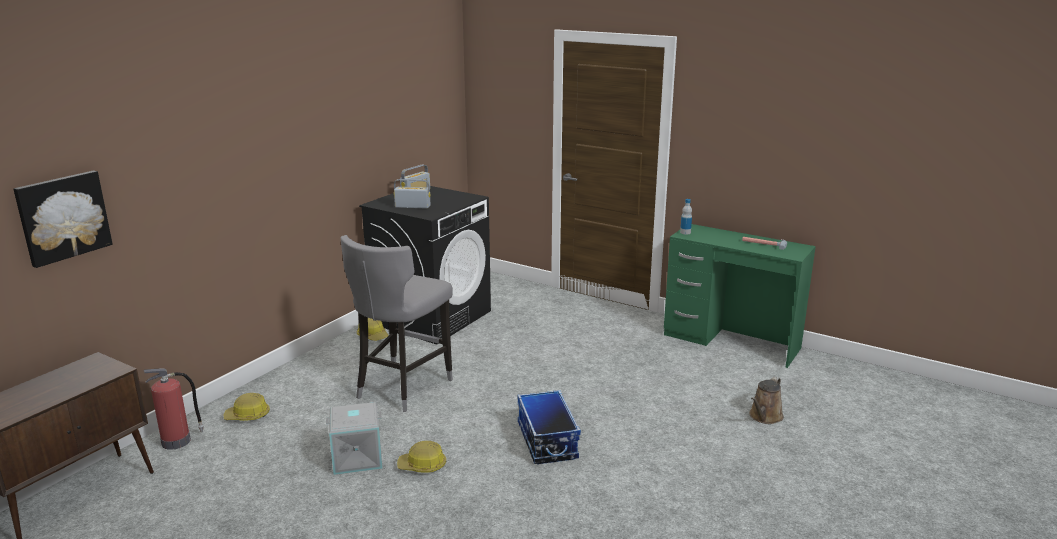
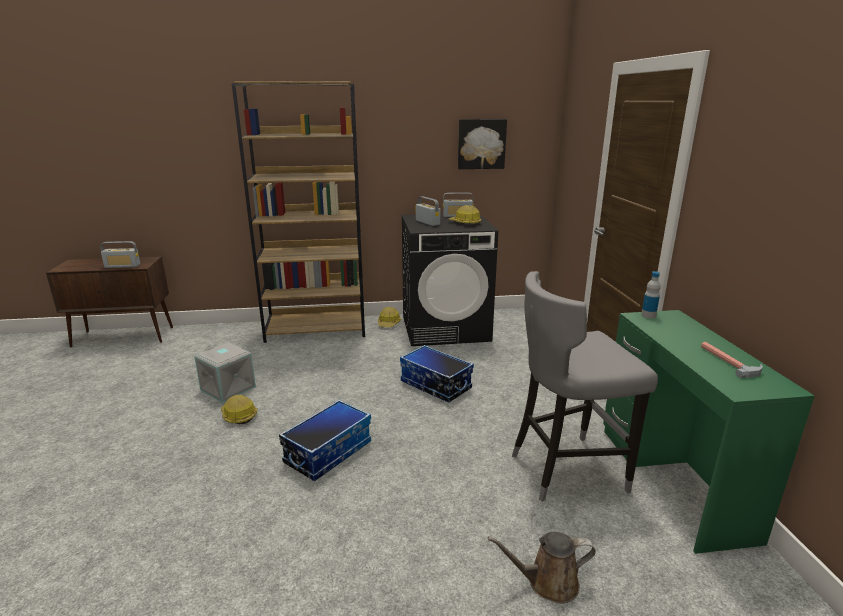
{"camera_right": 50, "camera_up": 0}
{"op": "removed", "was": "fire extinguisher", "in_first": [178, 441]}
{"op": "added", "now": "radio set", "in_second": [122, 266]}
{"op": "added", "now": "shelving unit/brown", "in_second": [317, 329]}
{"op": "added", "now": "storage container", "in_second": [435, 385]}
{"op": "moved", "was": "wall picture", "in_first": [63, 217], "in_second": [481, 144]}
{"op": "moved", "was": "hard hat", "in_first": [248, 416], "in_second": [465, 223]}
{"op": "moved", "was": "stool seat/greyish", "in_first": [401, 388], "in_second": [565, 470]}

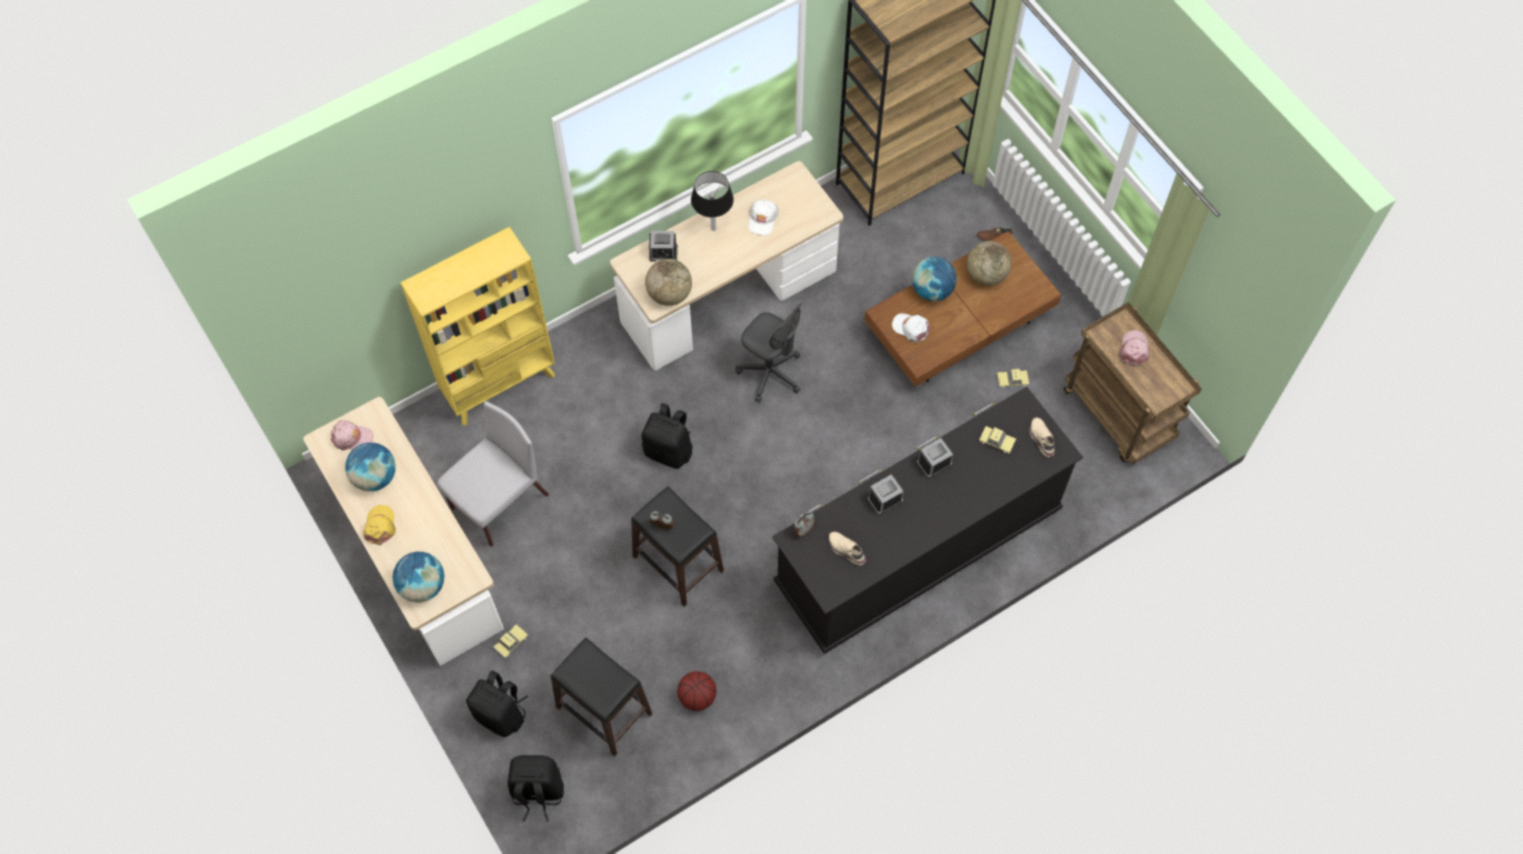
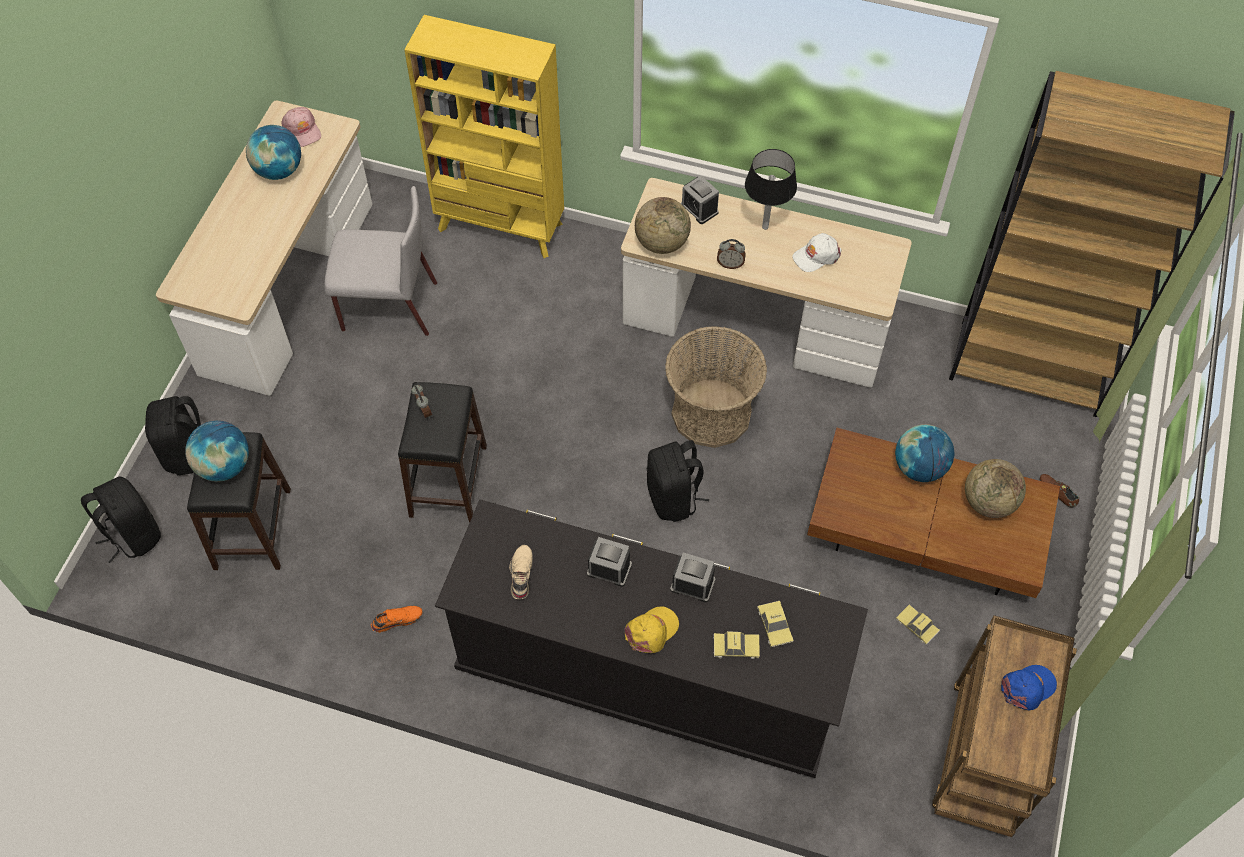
{"camera_right": 50, "camera_up": -5}
{"op": "removed", "was": "basketball ball", "in_first": [697, 696]}
{"op": "removed", "was": "baseball cap/whitish", "in_first": [911, 328]}
{"op": "removed", "was": "low shoe/beige-coloured", "in_first": [1041, 439]}
{"op": "added", "now": "low shoe/orangey", "in_second": [397, 619]}
{"op": "moved", "was": "baseball cap/yellow", "in_first": [380, 526], "in_second": [651, 631]}
{"op": "moved", "was": "desk globe", "in_first": [423, 586], "in_second": [224, 466]}
{"op": "moved", "was": "toy car", "in_first": [511, 642], "in_second": [736, 647]}
{"op": "moved", "was": "backpack/black-coloured", "in_first": [669, 450], "in_second": [673, 498]}
{"op": "moved", "was": "alarm clock", "in_first": [803, 529], "in_second": [730, 264]}
{"op": "replaced", "was": "computer chair/greyish", "now": "household basket", "in_first": [770, 373], "in_second": [711, 413]}
{"op": "recoloured", "was": "baseball cap/pinkish", "now": "baseball cap/blue-coloured", "in_first": [1134, 349], "in_second": [1027, 688]}

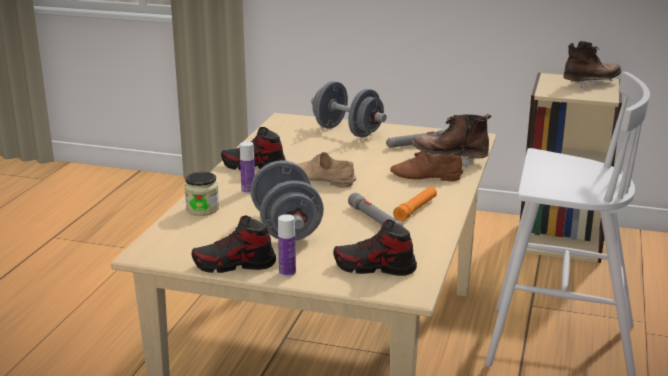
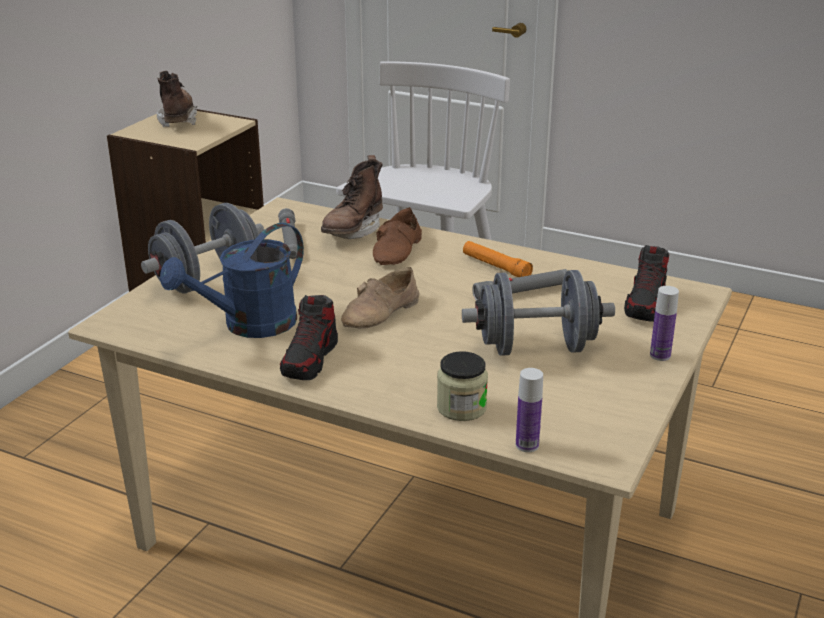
{"camera_right": -80, "camera_up": 5}
{"op": "removed", "was": "low shoe", "in_first": [234, 265]}
{"op": "added", "now": "watering pot/blue-coloured", "in_second": [249, 326]}
{"op": "moved", "was": "drink bottle", "in_first": [248, 191], "in_second": [527, 445]}

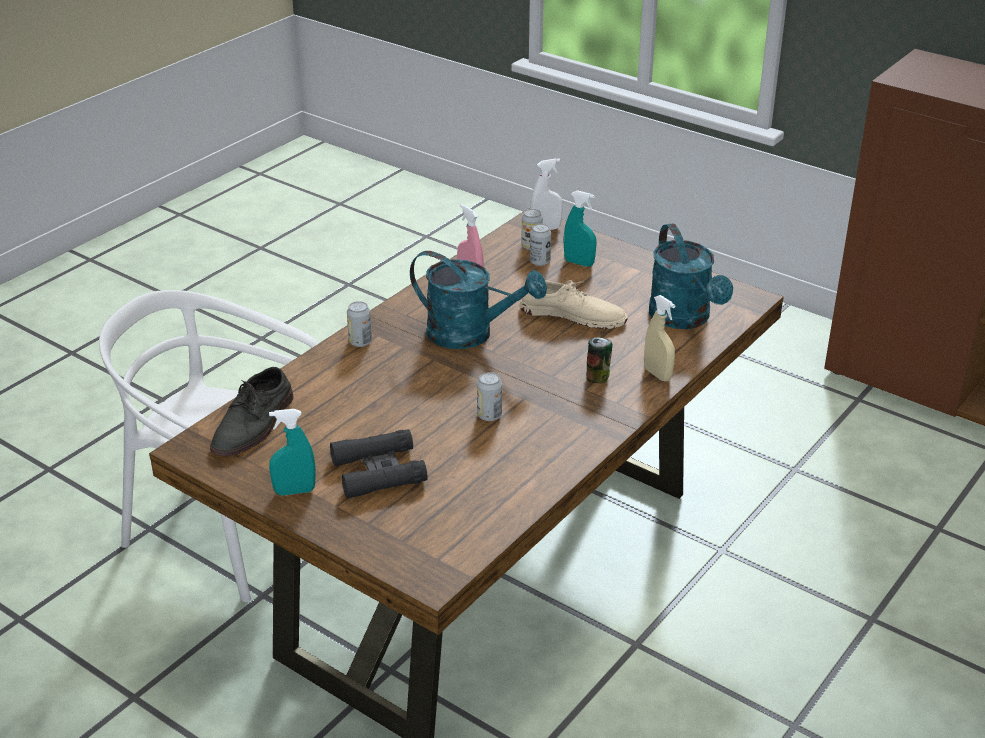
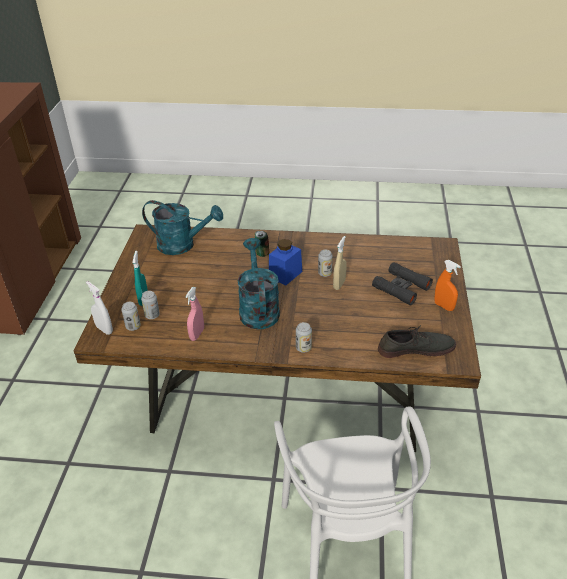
{"camera_right": -120, "camera_up": 5}
{"op": "removed", "was": "low shoe/beige-coloured", "in_first": [573, 314]}
{"op": "added", "now": "jar/blue-coloured", "in_second": [285, 274]}
{"op": "moved", "was": "hand sprayer/beige-coloured", "in_first": [657, 374], "in_second": [339, 284]}
{"op": "recoloured", "was": "hand sprayer/blue-green", "now": "hand sprayer/orangey", "in_first": [294, 491], "in_second": [444, 306]}
{"op": "turned", "was": "watering pot/blue-green", "in_first": [685, 319], "in_second": [183, 245], "clockwise": 60}

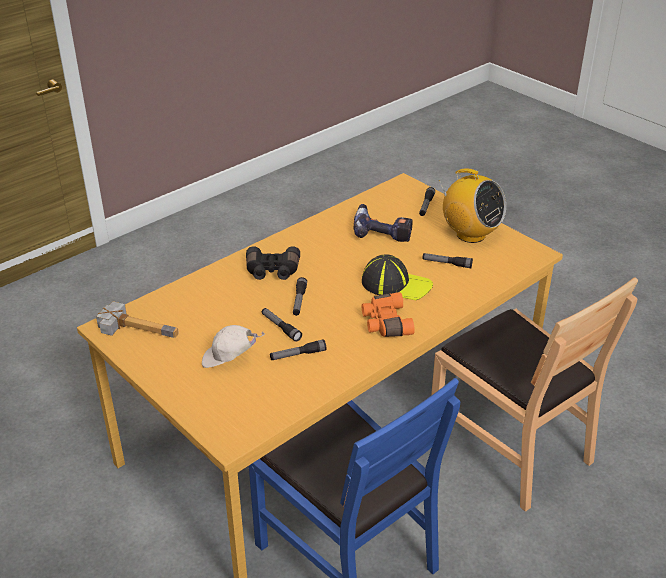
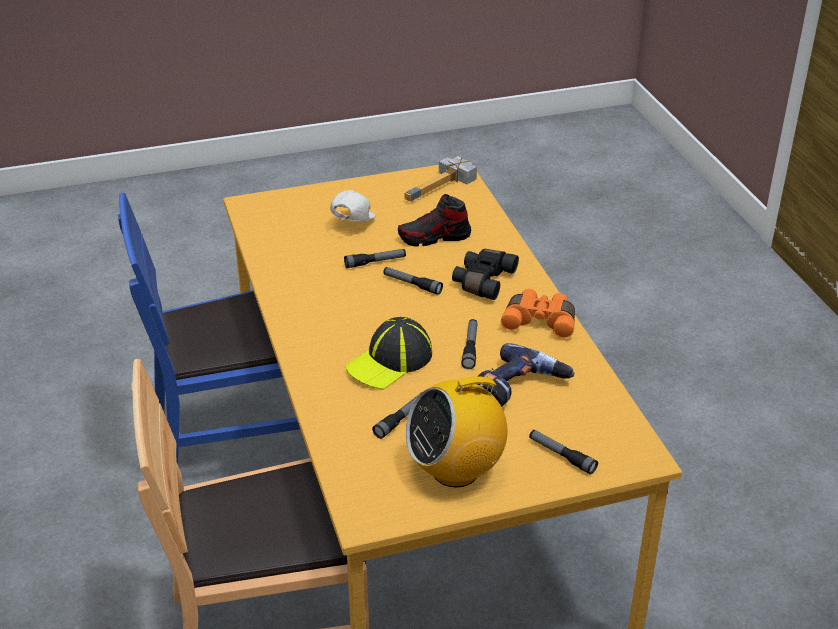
{"camera_right": 115, "camera_up": 0}
{"op": "added", "now": "low shoe", "in_second": [434, 237]}
{"op": "moved", "was": "hand torch", "in_first": [298, 355], "in_second": [470, 348]}
{"op": "moved", "was": "pair of binoculars/orangey", "in_first": [385, 323], "in_second": [540, 321]}

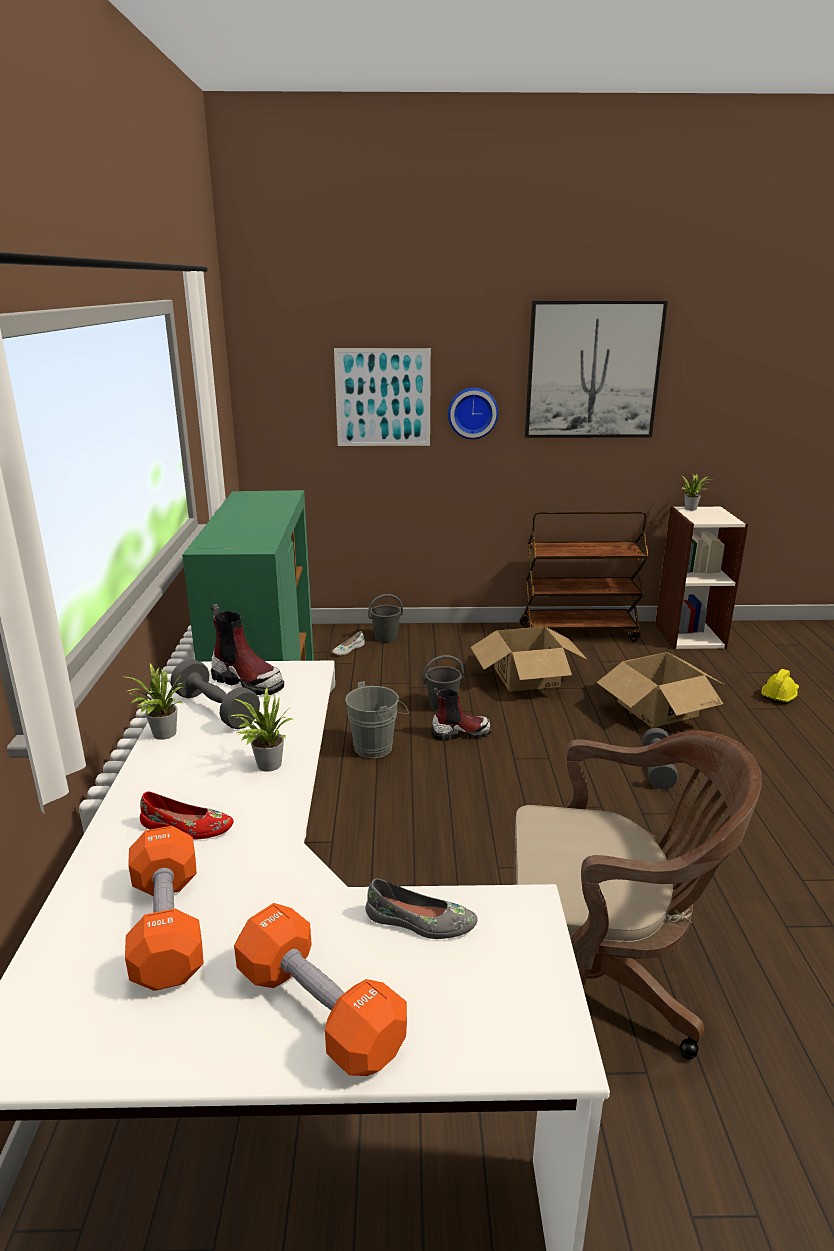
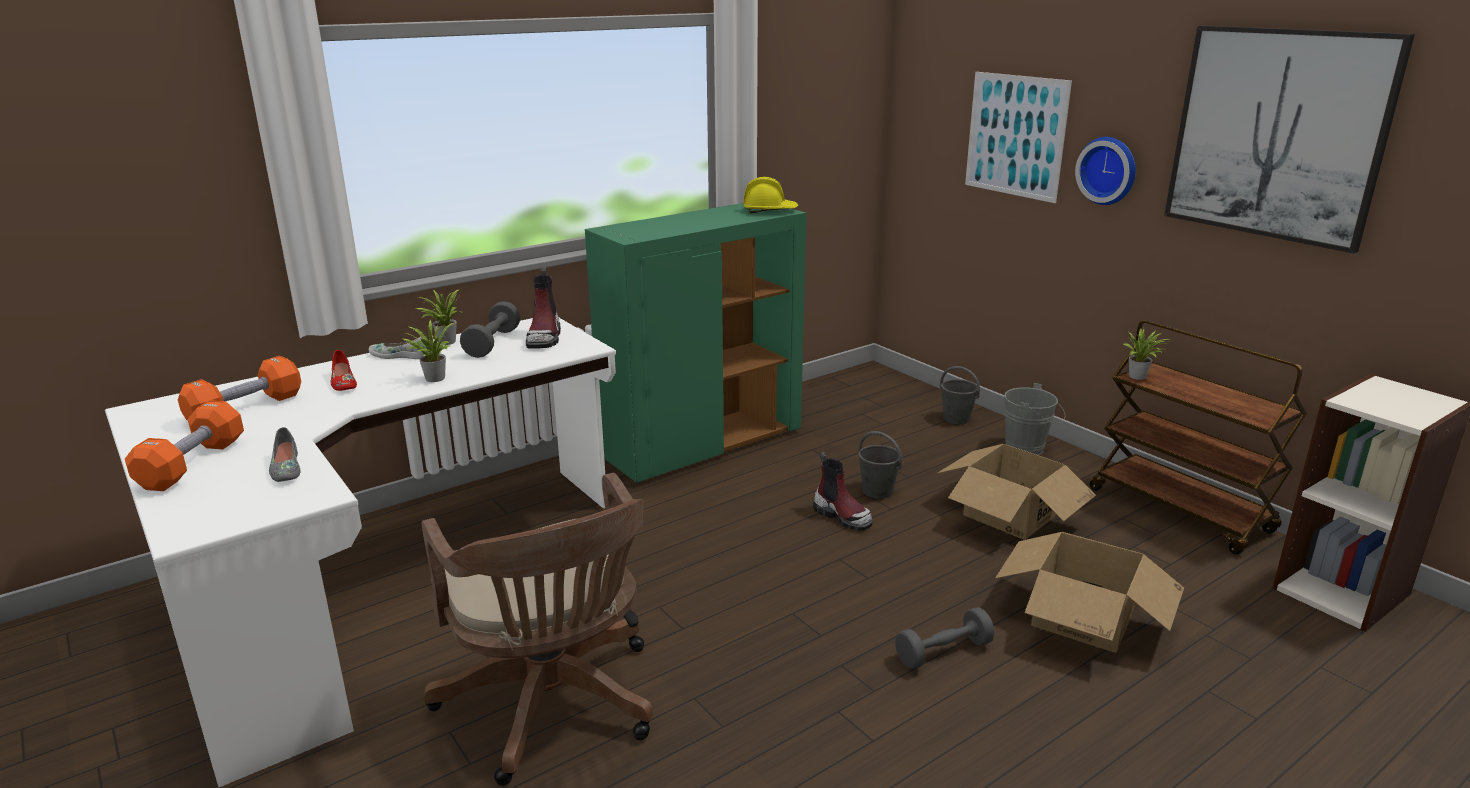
{"camera_right": 55, "camera_up": 0}
{"op": "moved", "was": "low shoe/whitish", "in_first": [348, 649], "in_second": [400, 355]}
{"op": "moved", "was": "pail/greyish", "in_first": [377, 746], "in_second": [1029, 448]}
{"op": "moved", "was": "houseplant", "in_first": [692, 508], "in_second": [1139, 377]}
{"op": "moved", "was": "hard hat/yellow", "in_first": [779, 694], "in_second": [769, 211]}

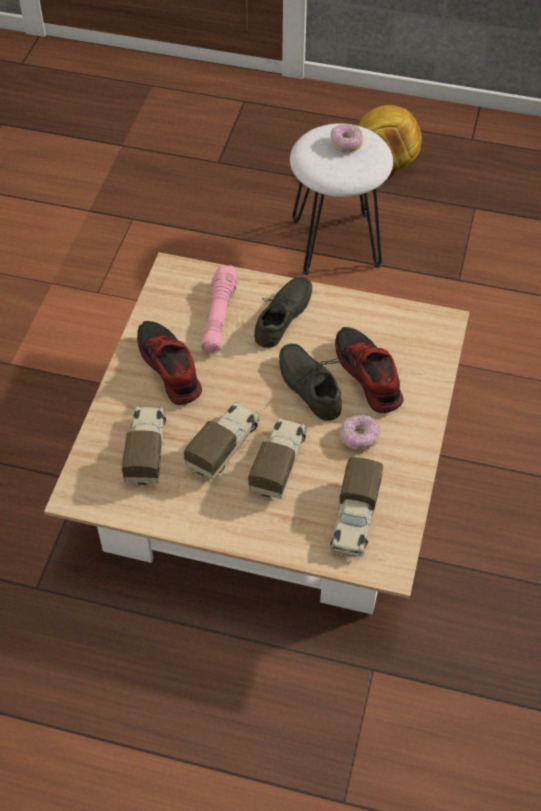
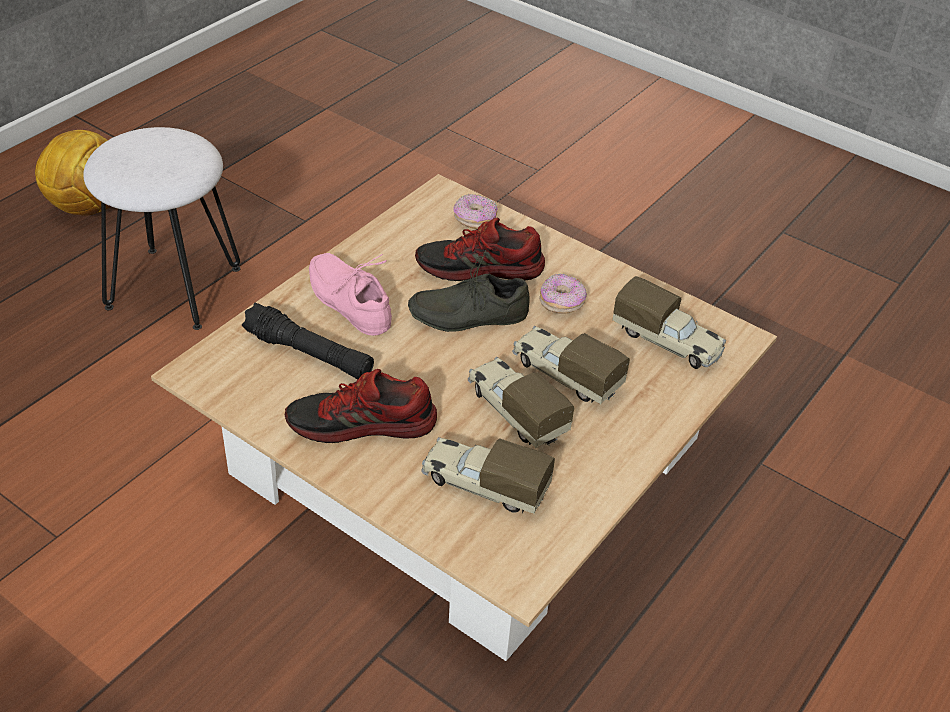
{"camera_right": -70, "camera_up": -10}
{"op": "moved", "was": "ring doughnut", "in_first": [346, 144], "in_second": [474, 220]}
{"op": "recoloured", "was": "hand torch/pinkish", "now": "hand torch/black-coloured", "in_first": [219, 317], "in_second": [309, 354]}
{"op": "recoloured", "was": "low shoe/greyish", "now": "low shoe/pinkish", "in_first": [286, 318], "in_second": [353, 300]}

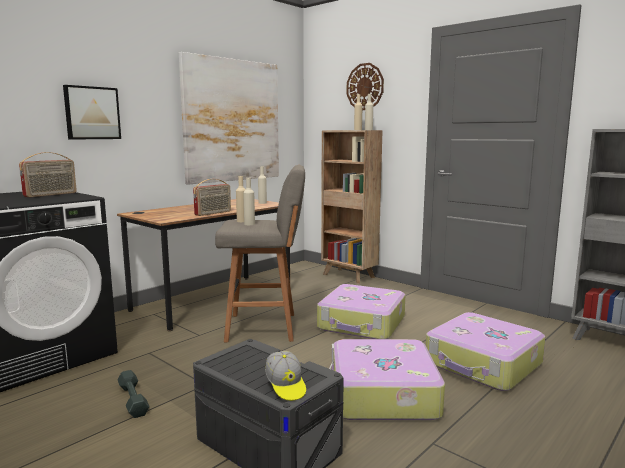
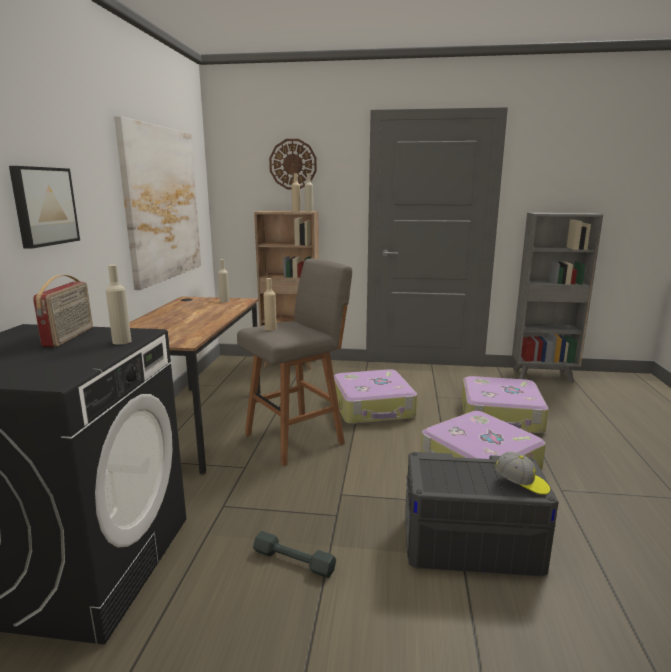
{"camera_right": -35, "camera_up": 5}
{"op": "removed", "was": "radio set", "in_first": [213, 213]}
{"op": "moved", "was": "drink bottle/beige-coloured", "in_first": [249, 224], "in_second": [122, 341]}

